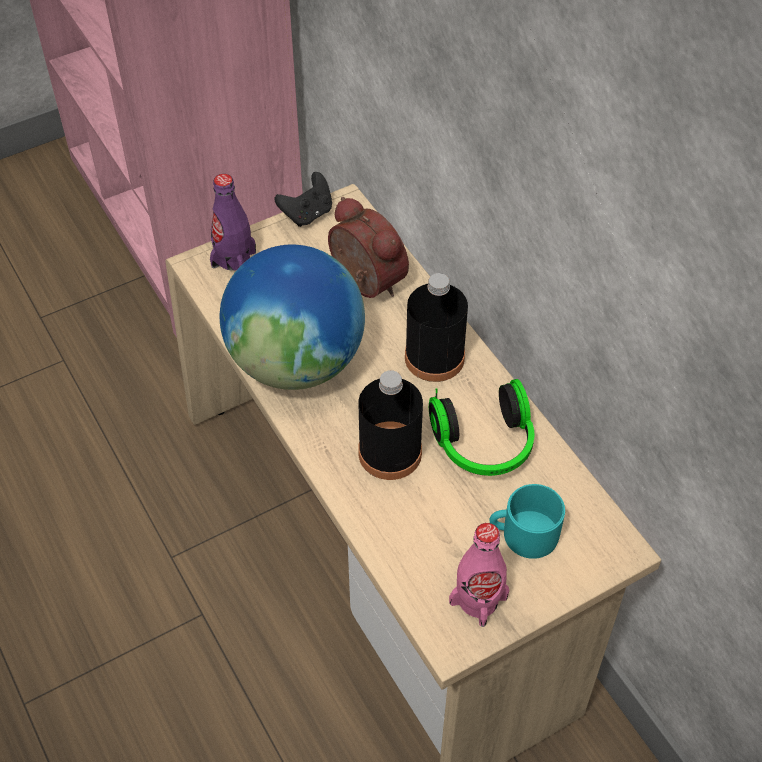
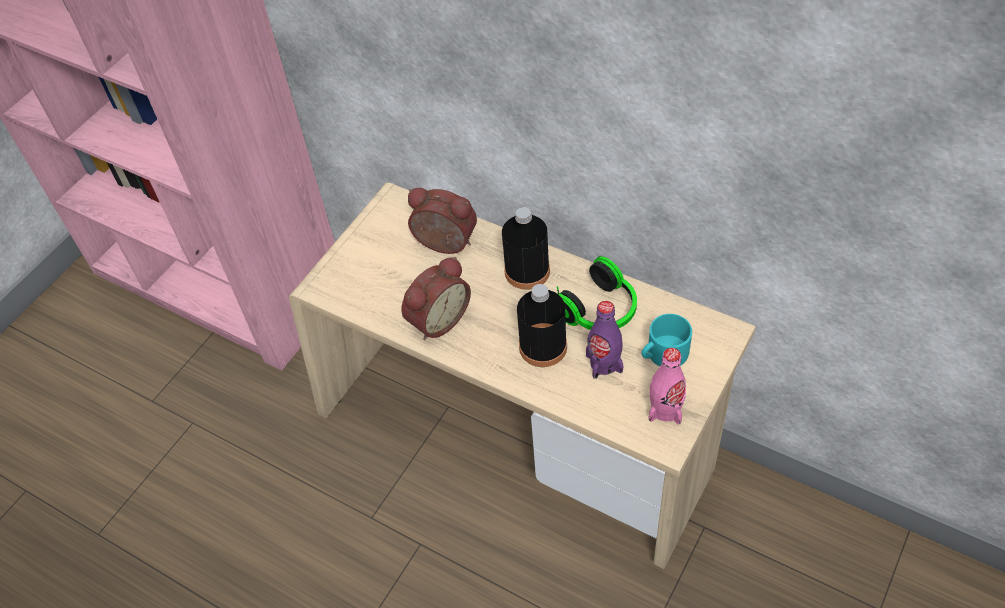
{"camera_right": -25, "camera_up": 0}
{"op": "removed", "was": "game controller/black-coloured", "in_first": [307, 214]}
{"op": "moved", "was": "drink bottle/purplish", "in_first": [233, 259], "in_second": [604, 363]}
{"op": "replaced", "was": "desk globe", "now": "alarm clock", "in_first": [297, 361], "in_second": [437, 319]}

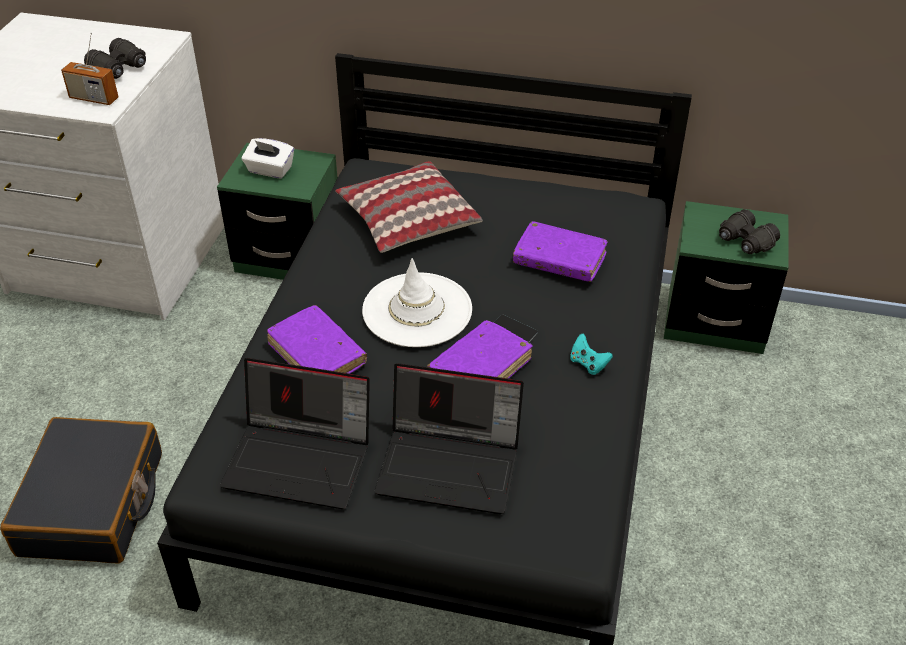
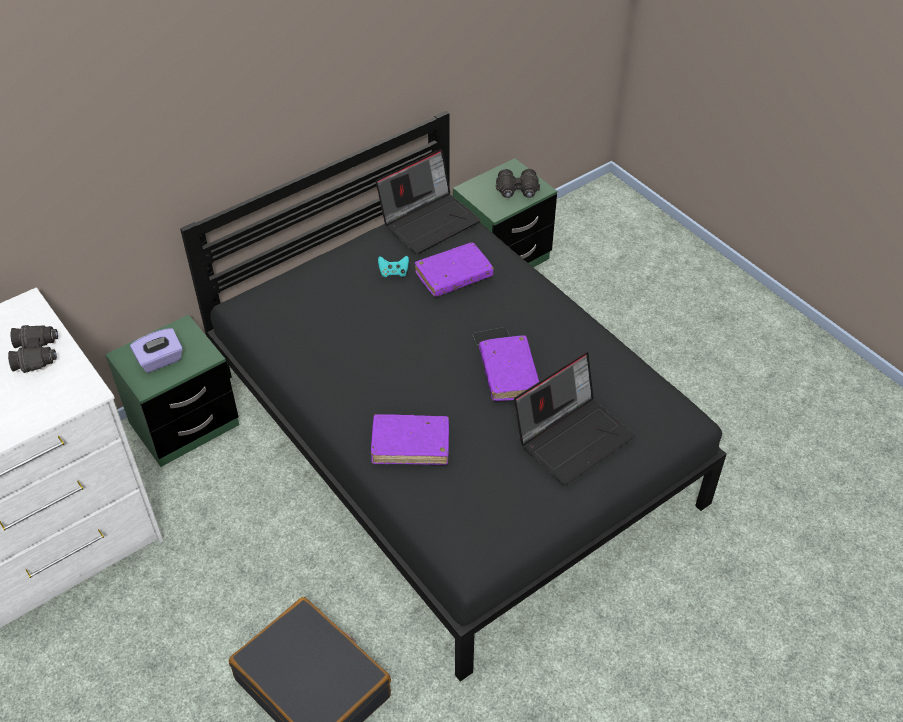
{"camera_right": -50, "camera_up": 5}
{"op": "removed", "was": "radio set", "in_first": [94, 98]}
{"op": "removed", "was": "pillow", "in_first": [407, 220]}
{"op": "removed", "was": "clothing hat/whitish", "in_first": [417, 310]}
{"op": "moved", "was": "notebook computer", "in_first": [301, 459], "in_second": [430, 220]}
{"op": "moved", "was": "game controller/blue-green", "in_first": [588, 364], "in_second": [393, 272]}
{"op": "recoloured", "was": "tissue holder/whitish", "now": "tissue holder/purplish", "in_first": [269, 170], "in_second": [160, 360]}

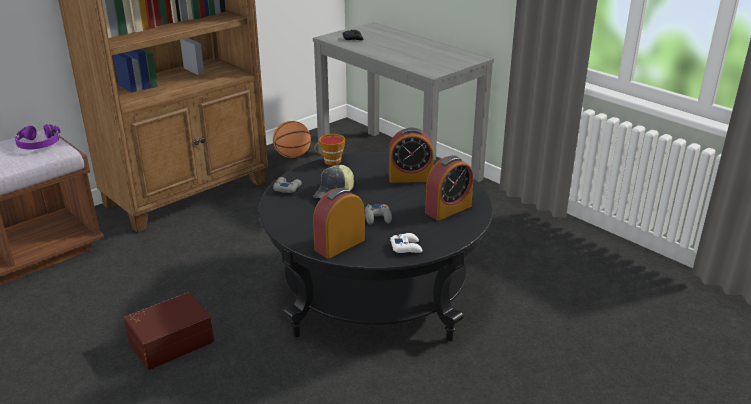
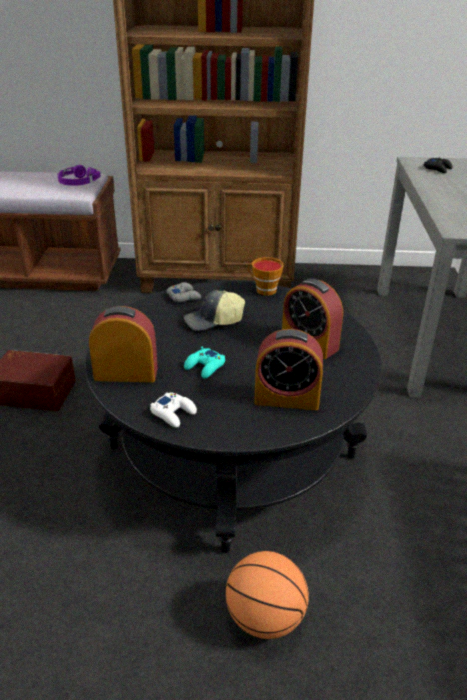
{"camera_right": 45, "camera_up": 5}
{"op": "moved", "was": "basketball ball", "in_first": [293, 156], "in_second": [265, 618]}
{"op": "recoloured", "was": "game controller/greyish", "now": "game controller/blue-green", "in_first": [378, 217], "in_second": [205, 367]}

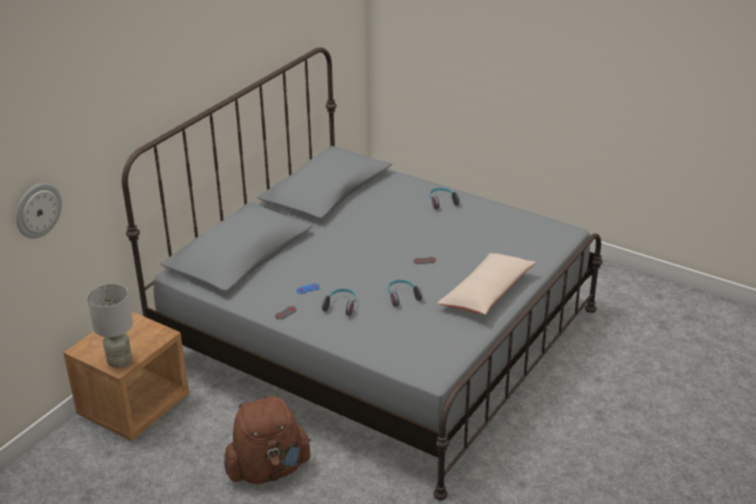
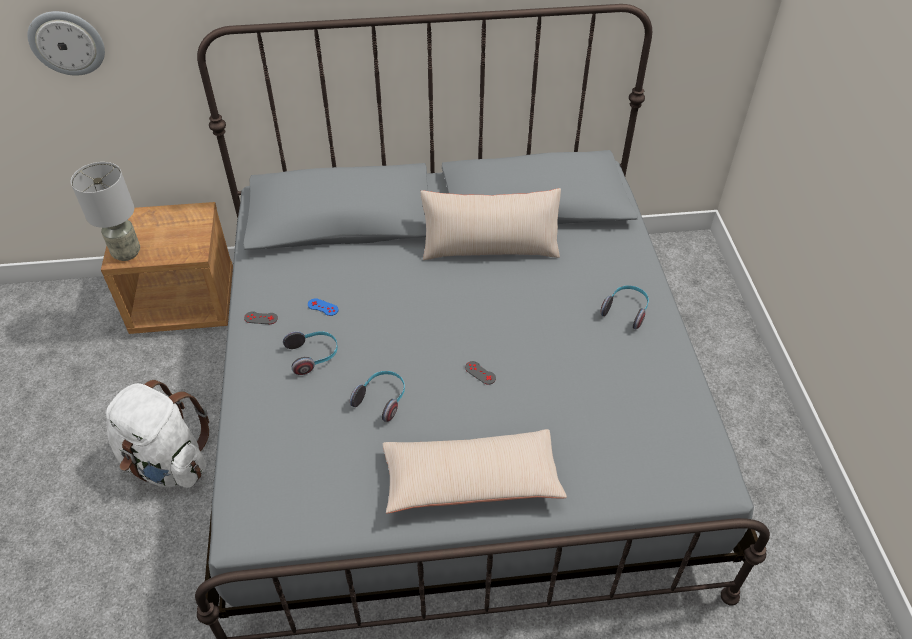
{"camera_right": 50, "camera_up": 15}
{"op": "added", "now": "pillow/beige-coloured", "in_second": [490, 247]}
{"op": "recoloured", "was": "backpack/brown", "now": "backpack/whitish", "in_first": [268, 470], "in_second": [167, 462]}

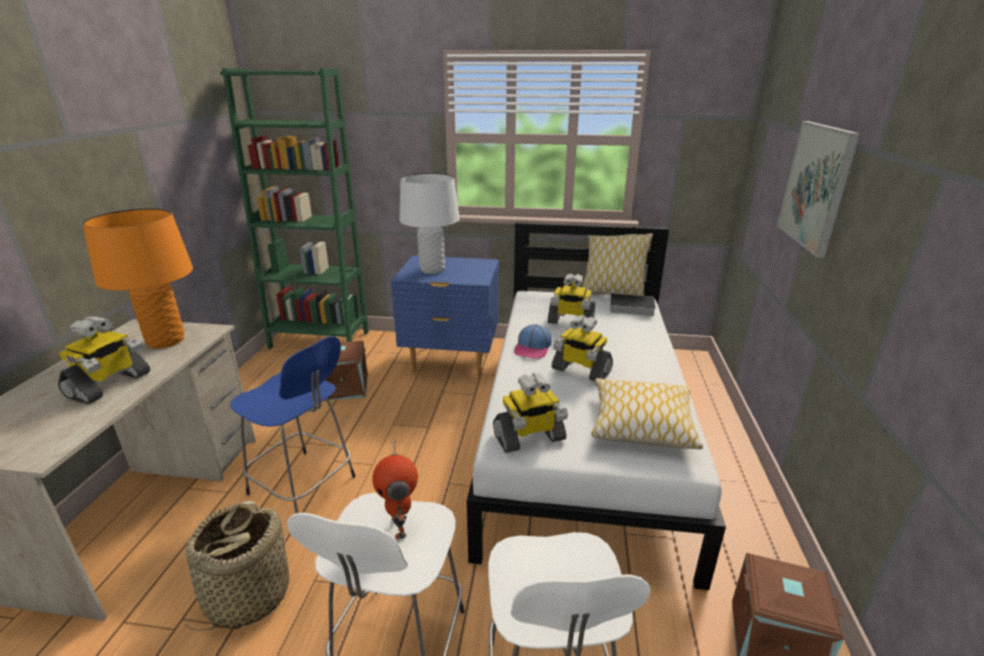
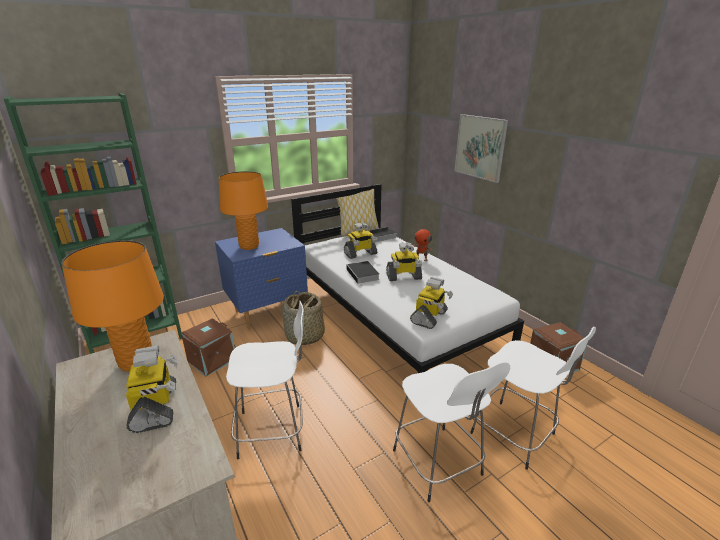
{"camera_right": -40, "camera_up": 0}
{"op": "removed", "was": "pillow", "in_first": [641, 424]}
{"op": "moved", "was": "household basket", "in_first": [247, 595], "in_second": [304, 336]}
{"op": "moved", "was": "robot figure", "in_first": [400, 526], "in_second": [421, 259]}
{"op": "replaced", "was": "baseball cap", "now": "book", "in_first": [533, 348], "in_second": [363, 275]}
{"op": "recoloured", "was": "stool seat/blue-coloured", "now": "stool seat/whitish", "in_first": [305, 487], "in_second": [273, 430]}
{"op": "recoloured", "was": "lamp for a table/whitish", "now": "lamp for a table/orangey", "in_first": [432, 270], "in_second": [249, 246]}

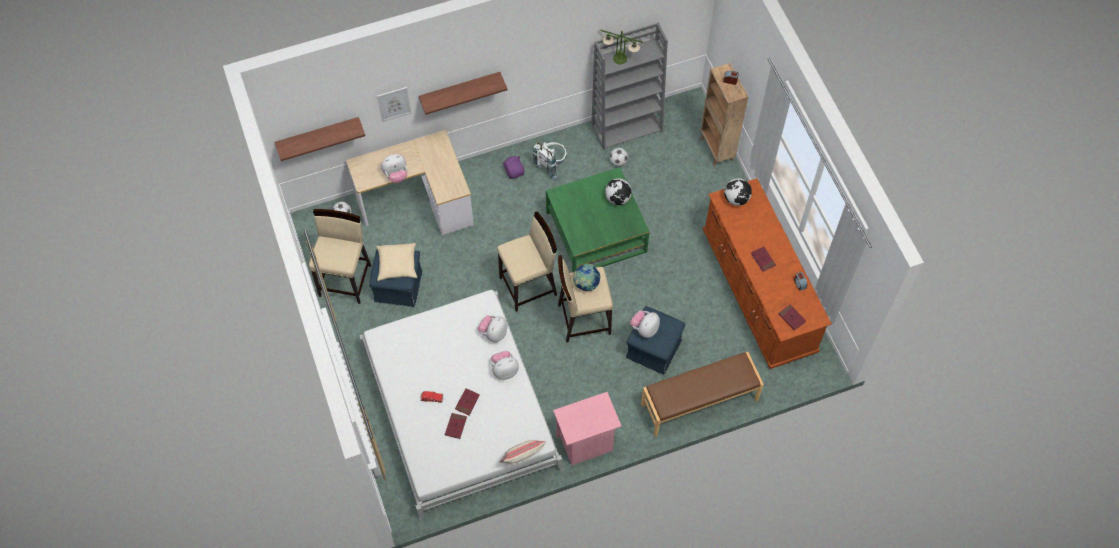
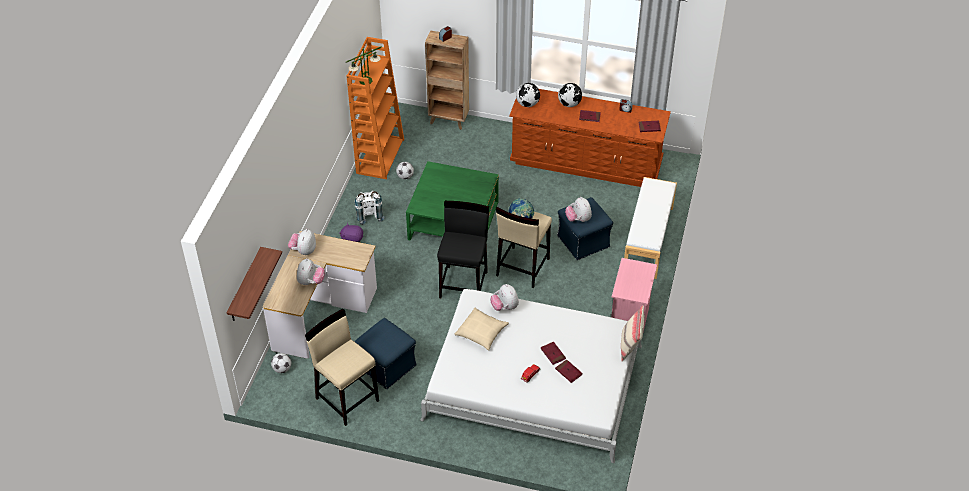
{"camera_right": -55, "camera_up": -15}
{"op": "removed", "was": "wall picture", "in_first": [394, 104]}
{"op": "removed", "was": "wall shelf", "in_first": [460, 90]}
{"op": "moved", "was": "pillow/beige-coloured", "in_first": [397, 264], "in_second": [481, 332]}
{"op": "moved", "was": "soft toy", "in_first": [504, 370], "in_second": [303, 251]}
{"op": "moved", "was": "desk globe", "in_first": [618, 198], "in_second": [569, 104]}
{"op": "recoloured", "was": "stool seat/beige-coloured", "now": "stool seat/black-coloured", "in_first": [529, 286], "in_second": [464, 284]}
{"op": "recoloured", "was": "shelving unit/greyish", "now": "shelving unit/orangey", "in_first": [627, 127], "in_second": [380, 156]}
{"op": "recoloured", "was": "indoor bench/brown", "now": "indoor bench/whitish", "in_first": [699, 402], "in_second": [648, 239]}

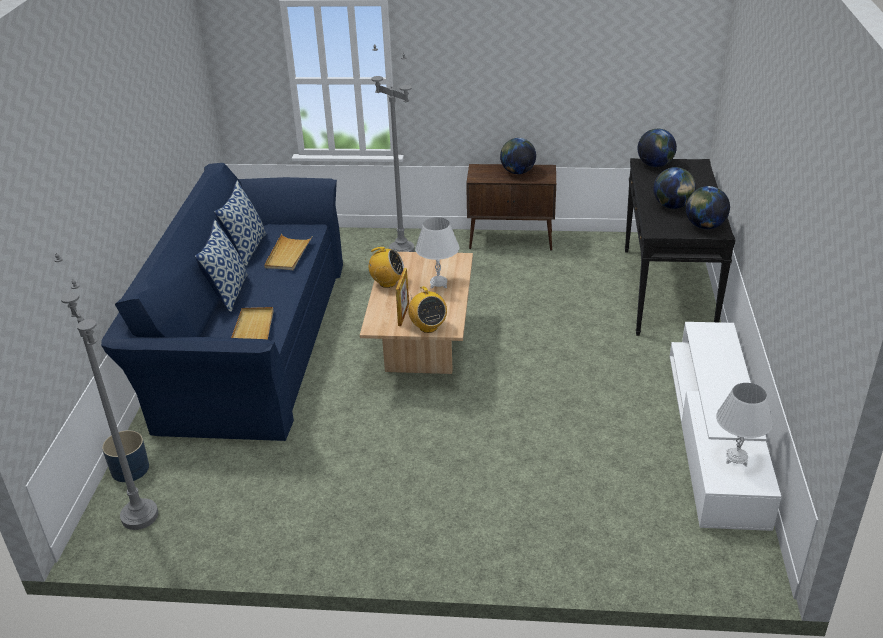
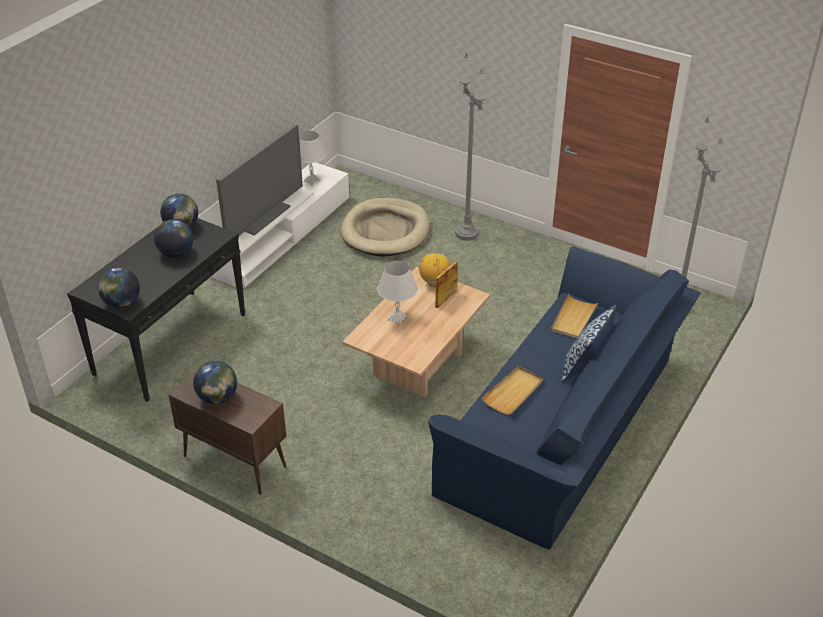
{"camera_right": -155, "camera_up": 5}
{"op": "removed", "was": "plant pot/blue-coloured", "in_first": [130, 469]}
{"op": "removed", "was": "pillow", "in_first": [246, 249]}
{"op": "removed", "was": "radio set", "in_first": [387, 283]}
{"op": "added", "now": "TV set", "in_second": [262, 216]}
{"op": "added", "now": "pet bed/beige-coloured", "in_second": [385, 231]}
{"op": "moved", "was": "floor lamp/greyish", "in_first": [401, 250], "in_second": [467, 233]}

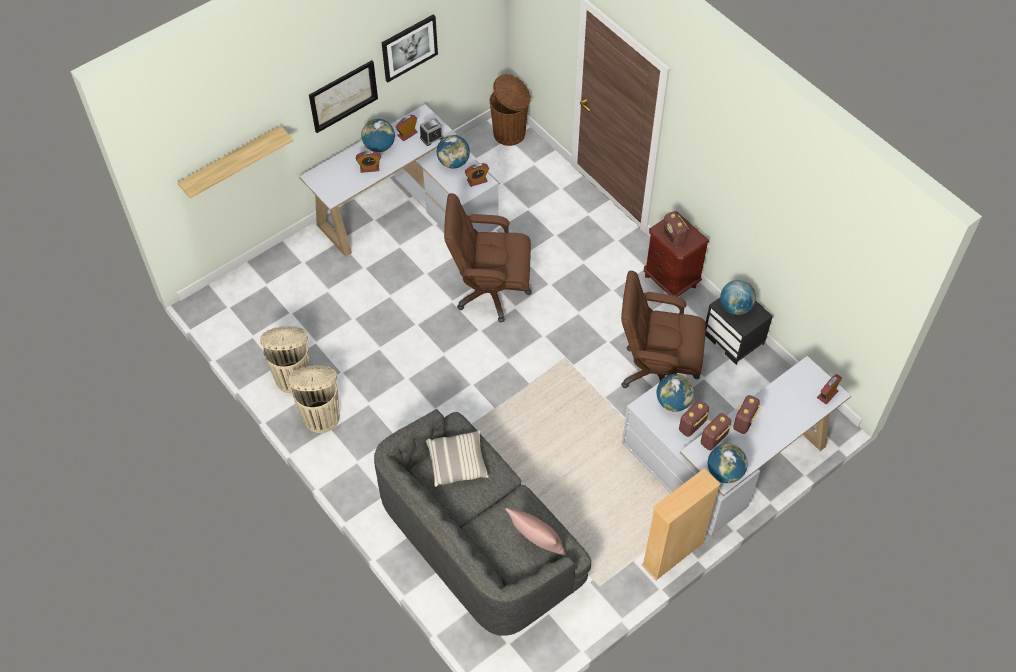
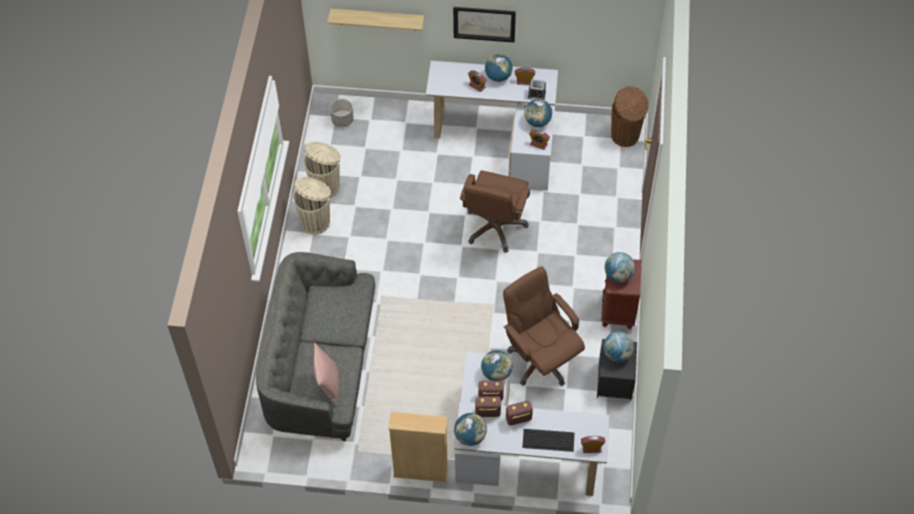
{"camera_right": 45, "camera_up": 0}
{"op": "removed", "was": "wall picture", "in_first": [409, 47]}
{"op": "removed", "was": "pillow", "in_first": [457, 463]}
{"op": "added", "now": "plant pot/greyish", "in_second": [342, 120]}
{"op": "added", "now": "PC keyboard", "in_second": [547, 440]}
{"op": "replaced", "was": "radio set", "now": "desk globe", "in_first": [673, 238], "in_second": [618, 275]}
{"op": "turned", "was": "computer chair/brown", "in_first": [490, 292], "in_second": [495, 227], "clockwise": -120}

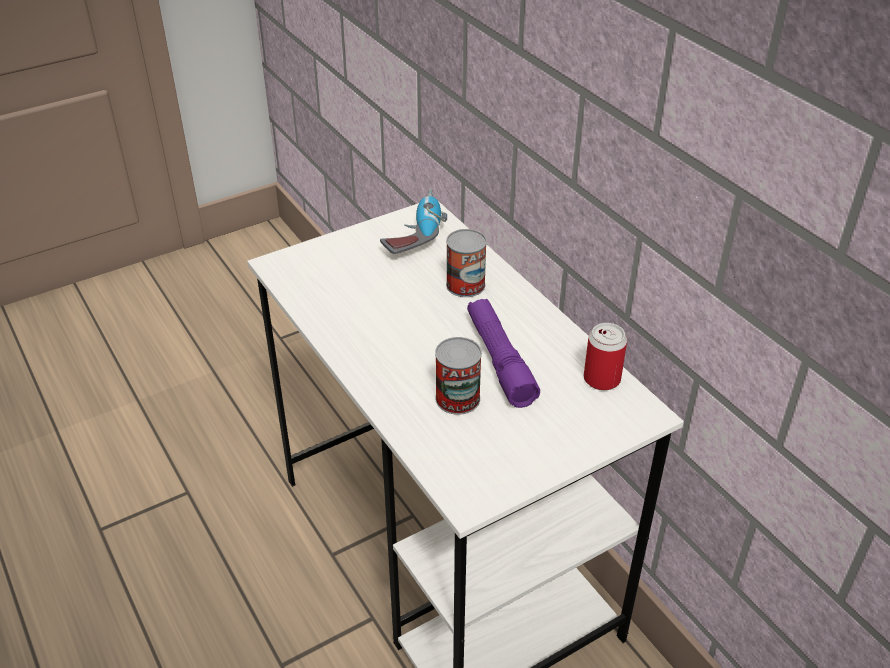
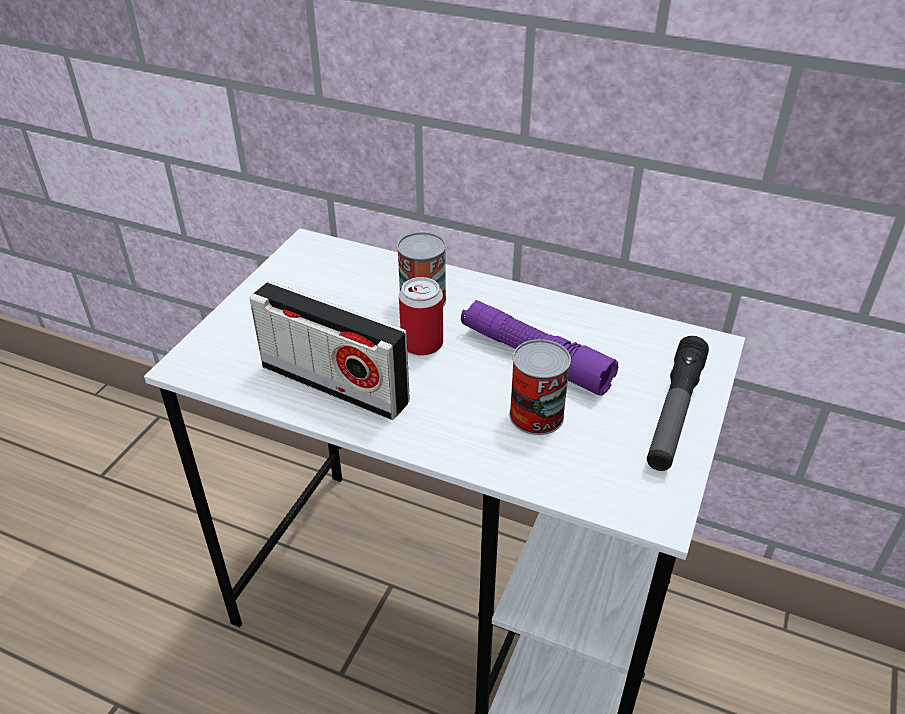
{"camera_right": -35, "camera_up": 0}
{"op": "removed", "was": "power drill", "in_first": [415, 232]}
{"op": "added", "now": "radio set", "in_second": [334, 384]}
{"op": "added", "now": "hand torch", "in_second": [674, 412]}
{"op": "moved", "was": "metal can", "in_first": [601, 379], "in_second": [422, 343]}

